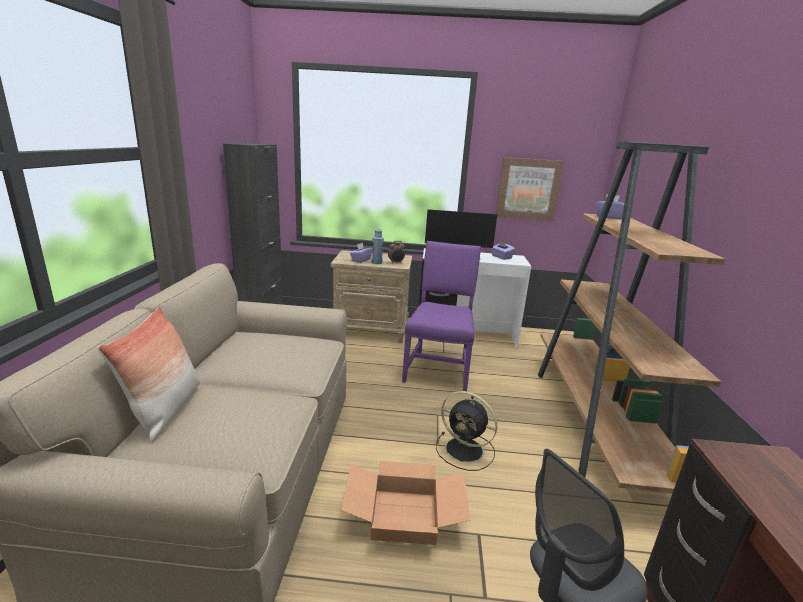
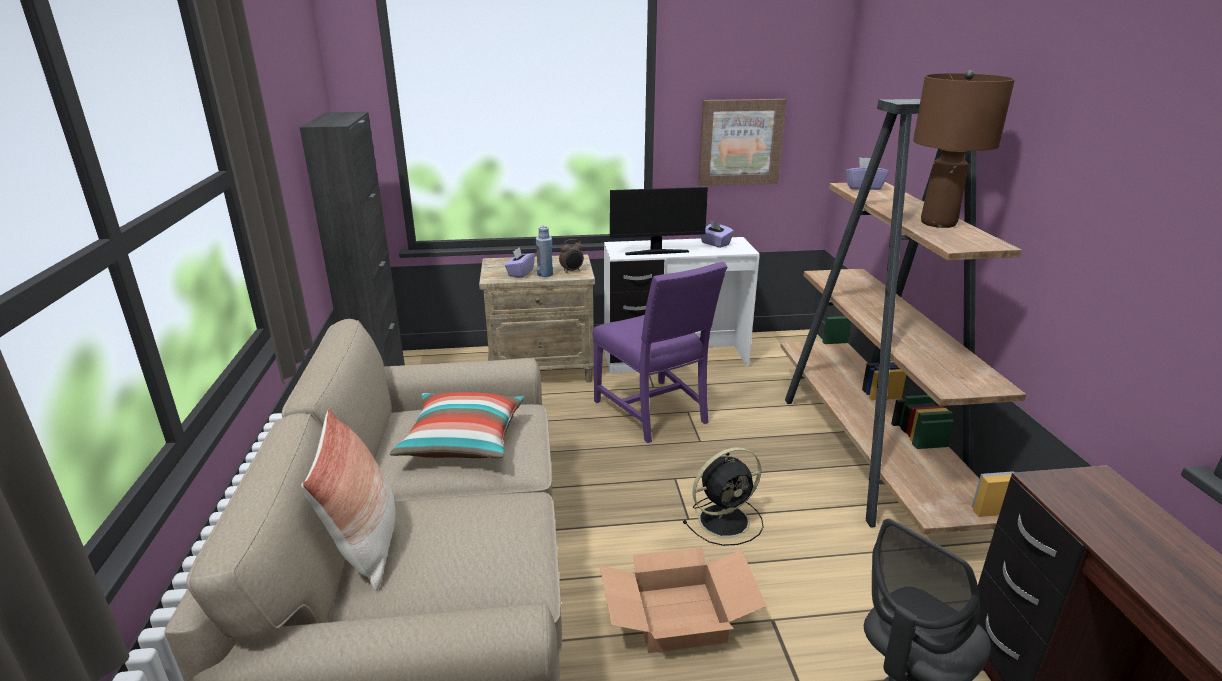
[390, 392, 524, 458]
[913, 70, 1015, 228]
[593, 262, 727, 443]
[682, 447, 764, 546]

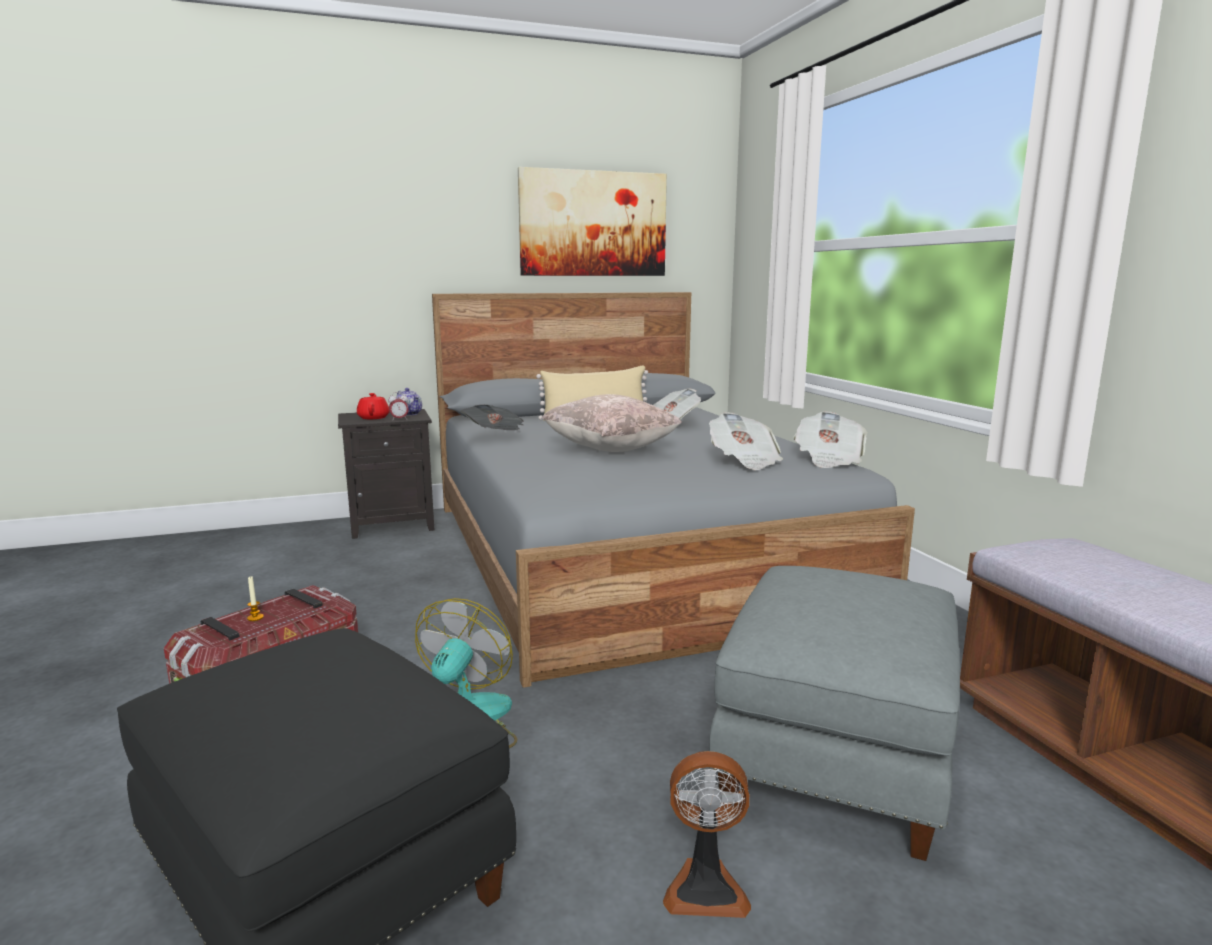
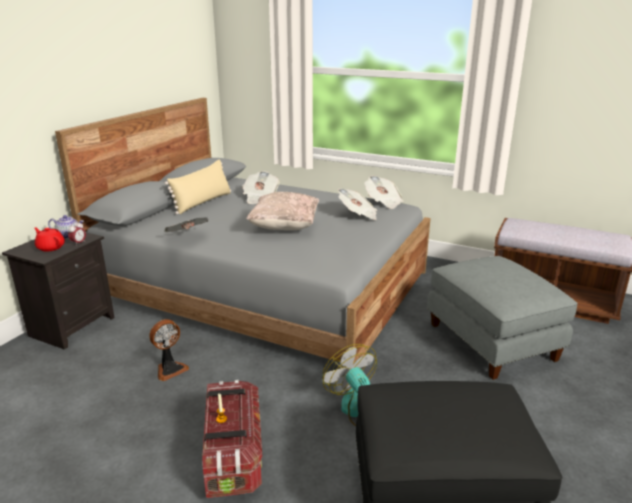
[518, 167, 667, 276] (first image)
[149, 319, 189, 381]

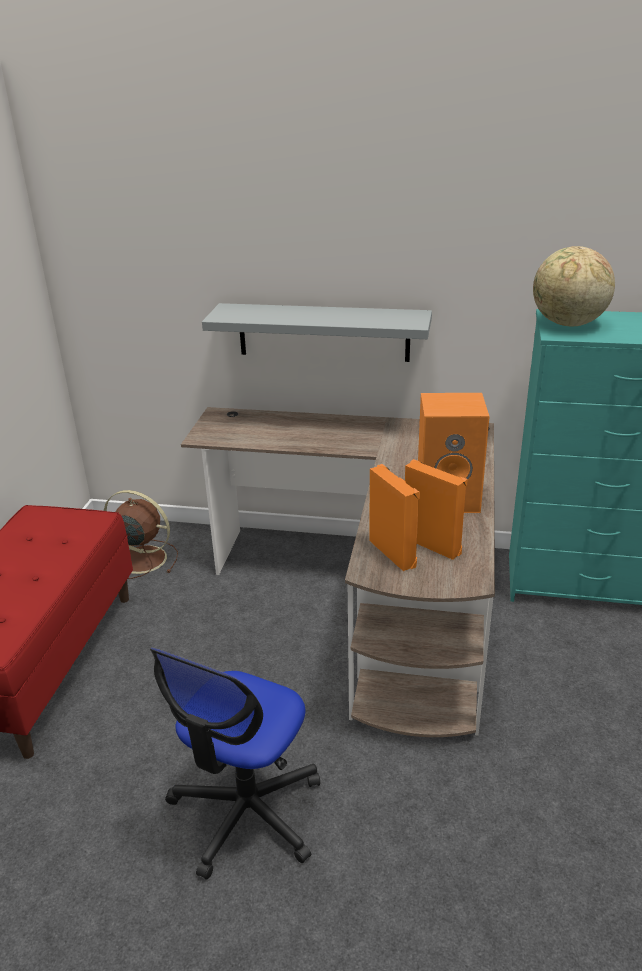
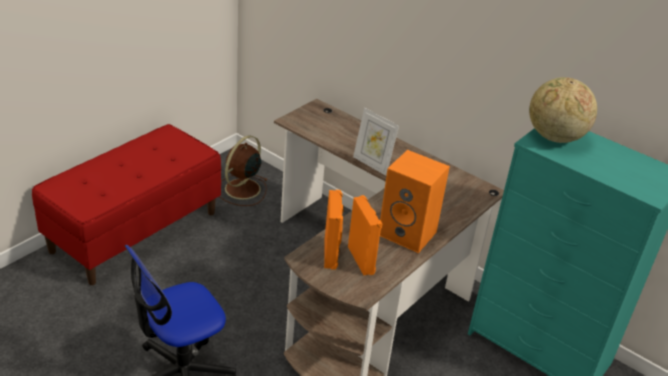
[202, 303, 432, 362] (first image)
[353, 108, 399, 176]
[219, 135, 267, 206]

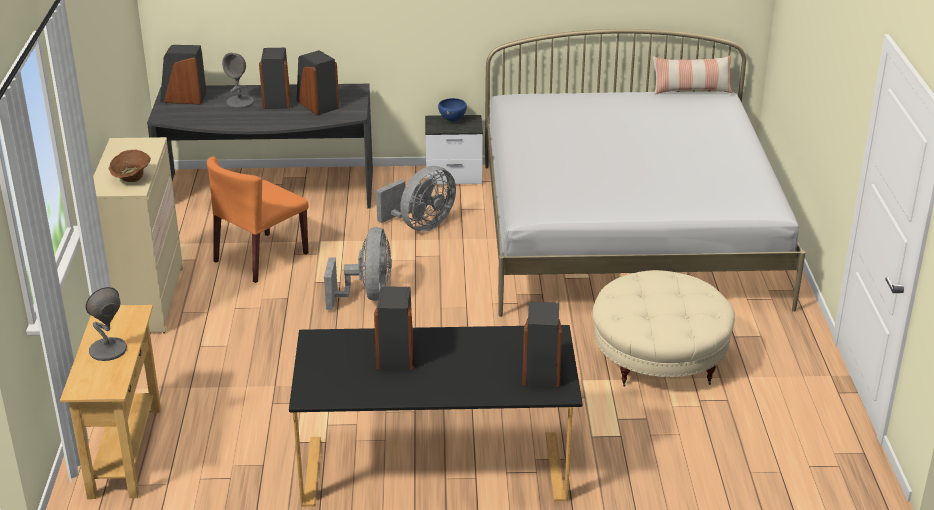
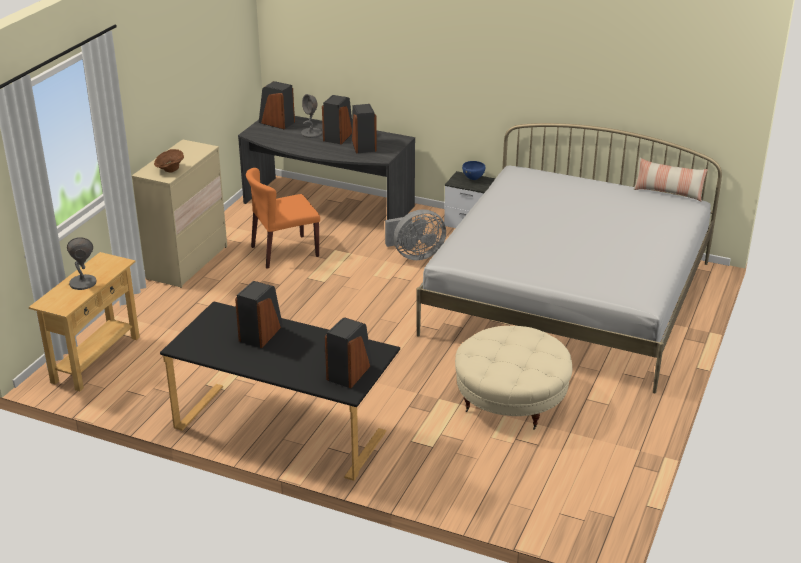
[324, 227, 392, 310] (first image)

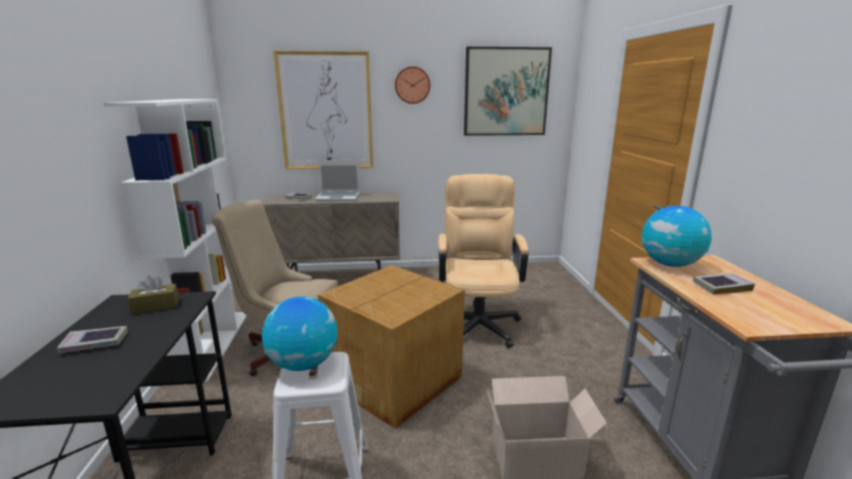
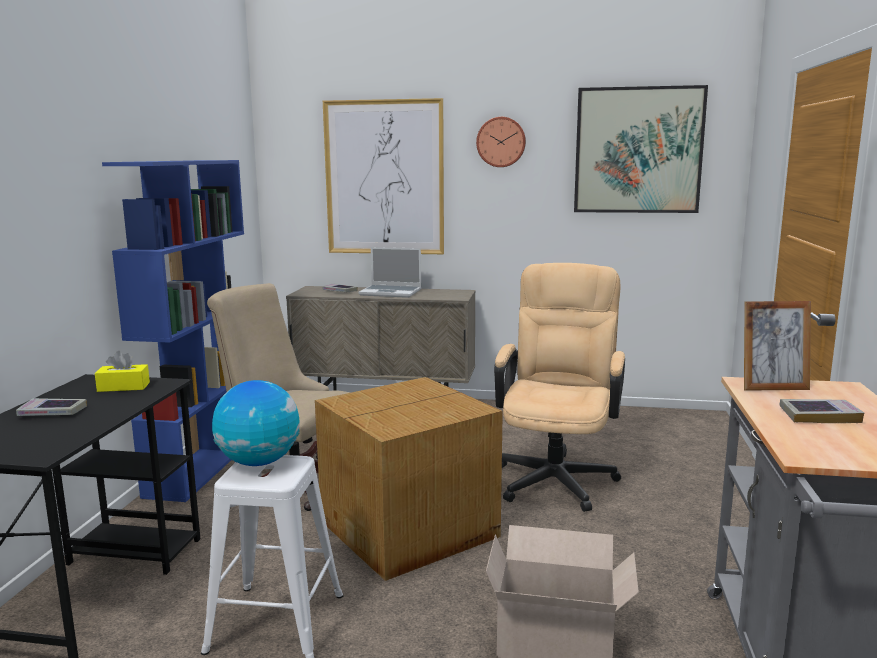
[744, 301, 811, 391]
[102, 160, 244, 502]
[95, 351, 150, 392]

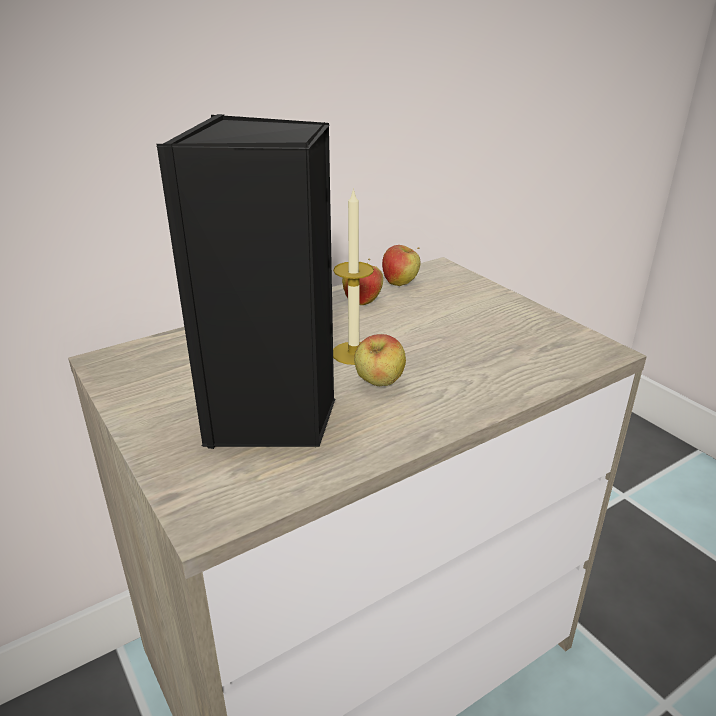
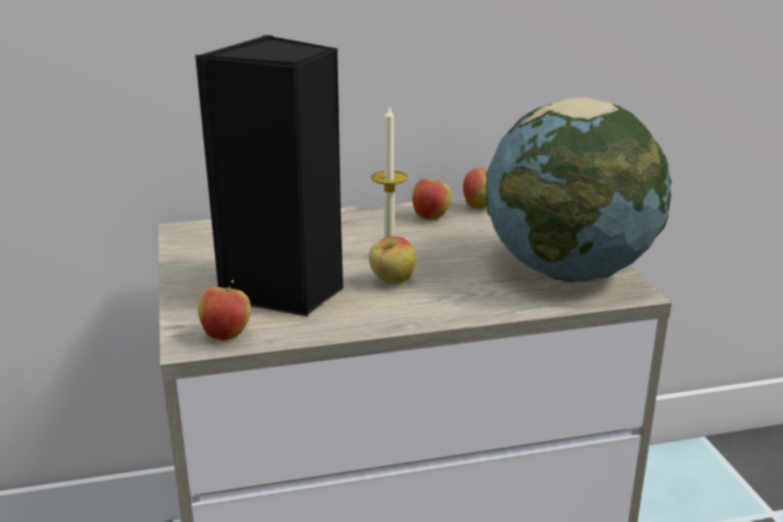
[198, 280, 251, 341]
[486, 97, 672, 282]

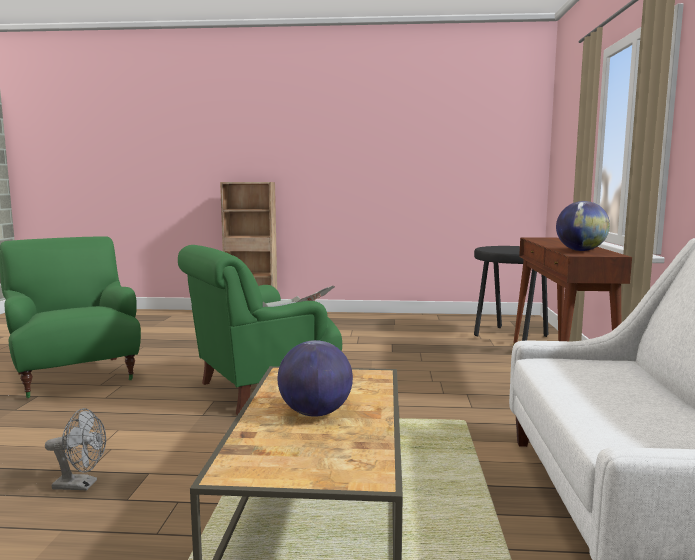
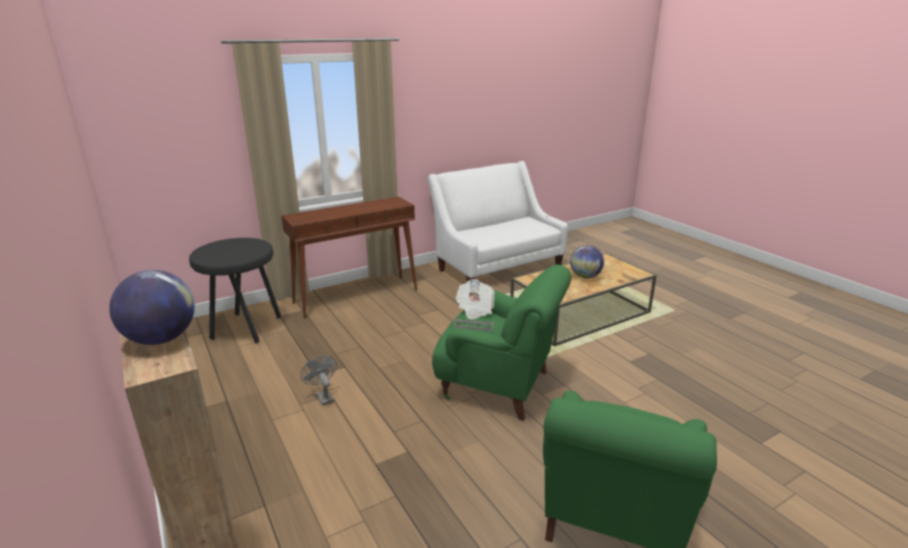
[301, 355, 337, 406]
[109, 270, 195, 345]

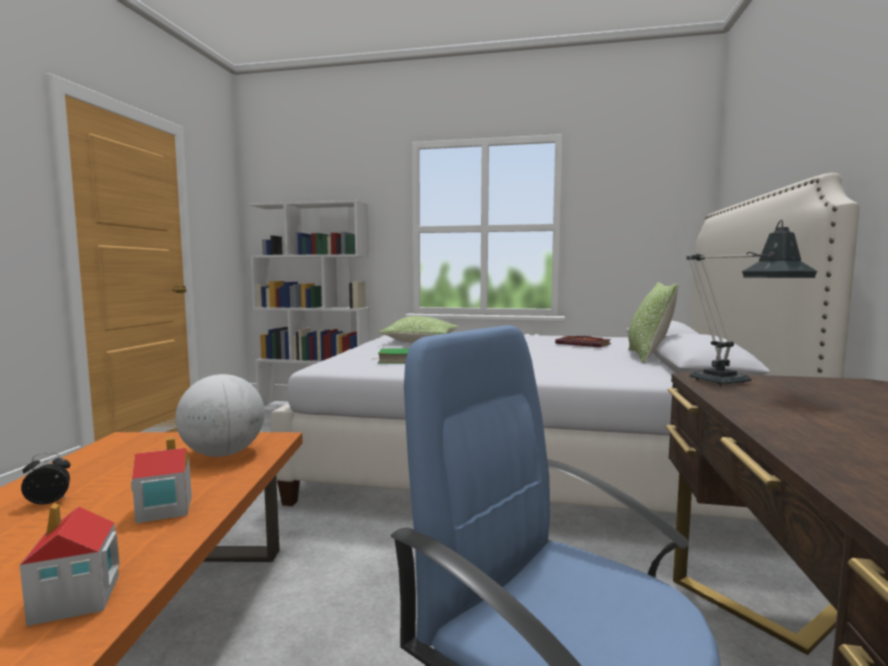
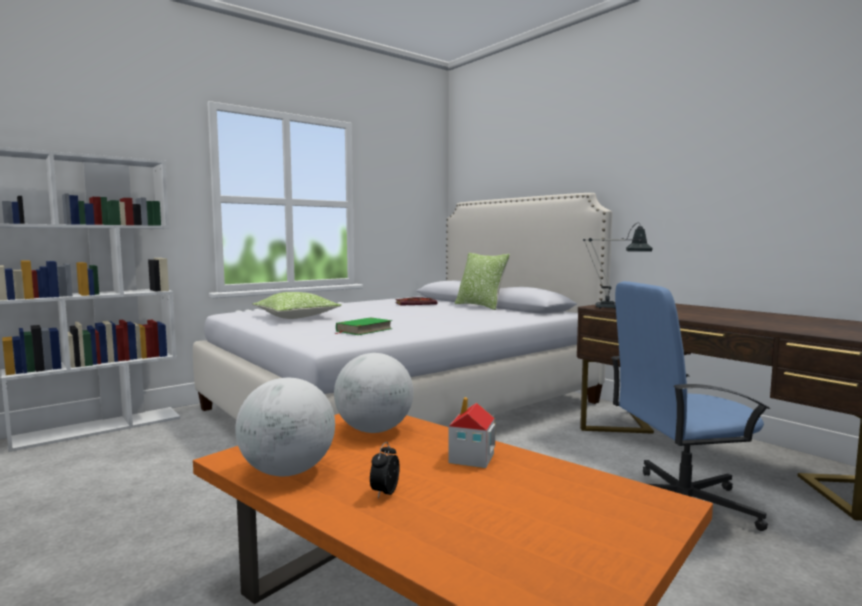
[20, 503, 120, 626] (first image)
[235, 378, 335, 476]

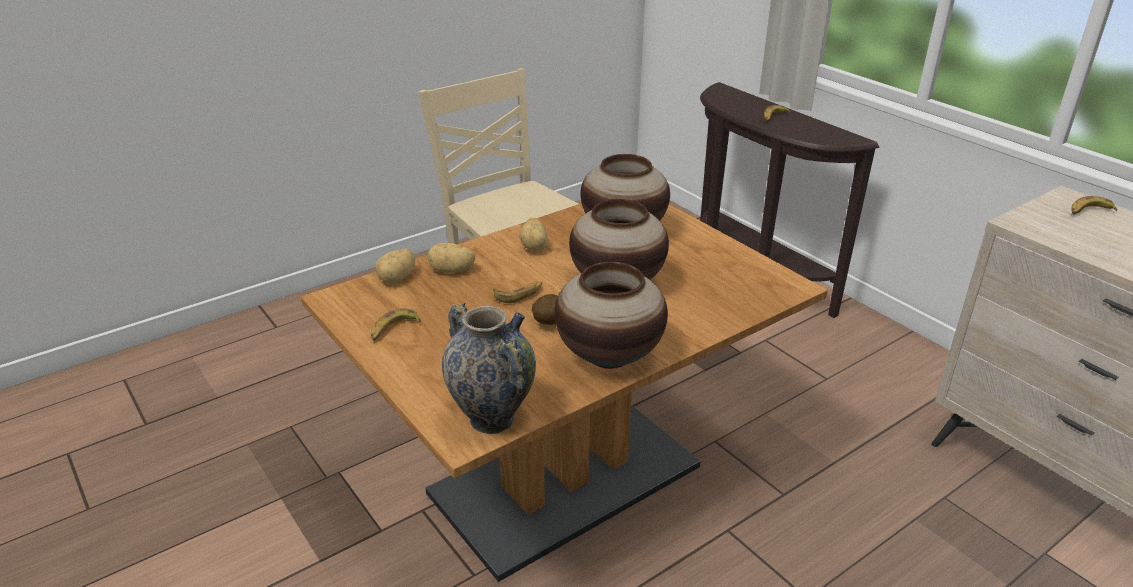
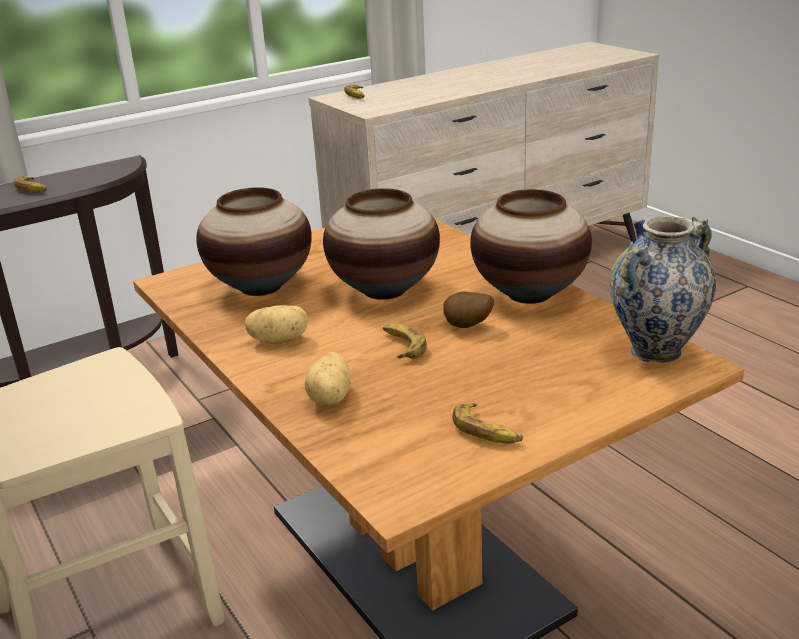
[375, 249, 415, 284] (first image)

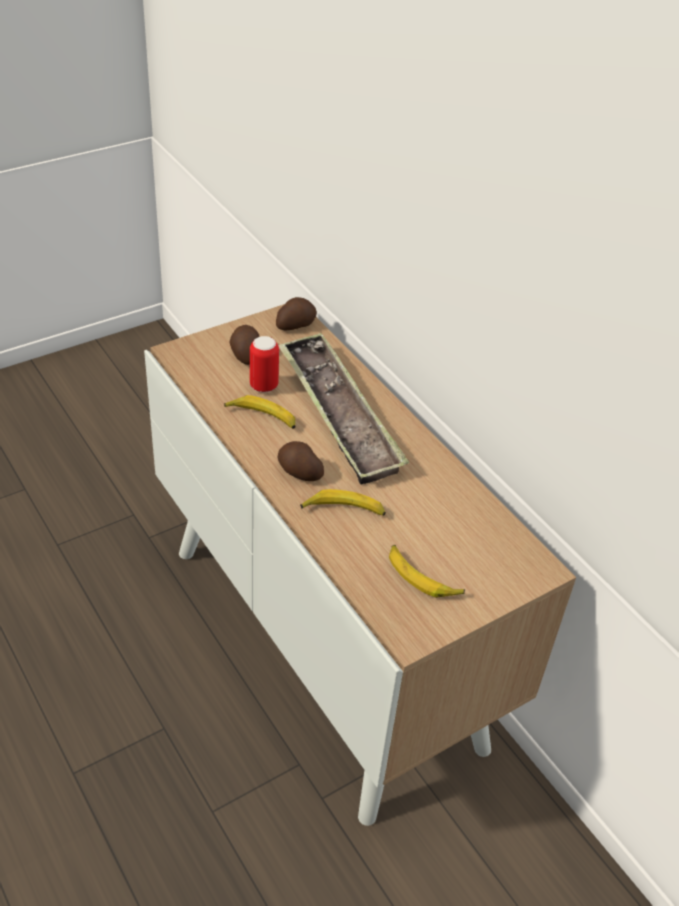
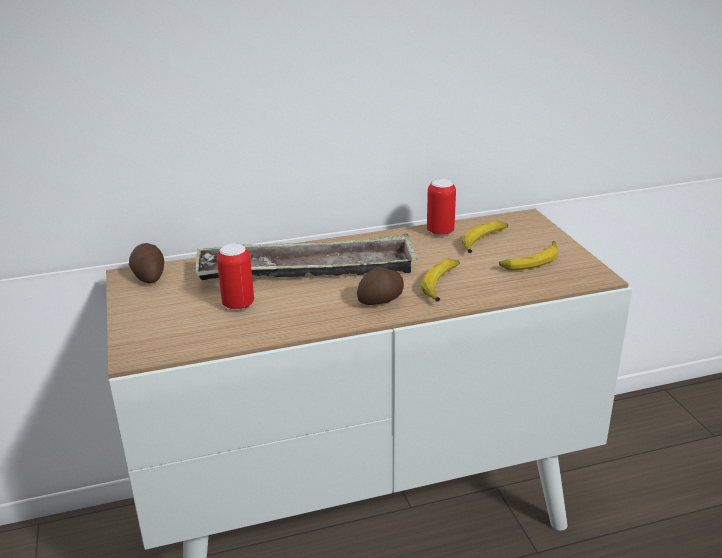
[230, 325, 260, 365] (first image)
[427, 179, 456, 236]
[461, 221, 508, 253]

